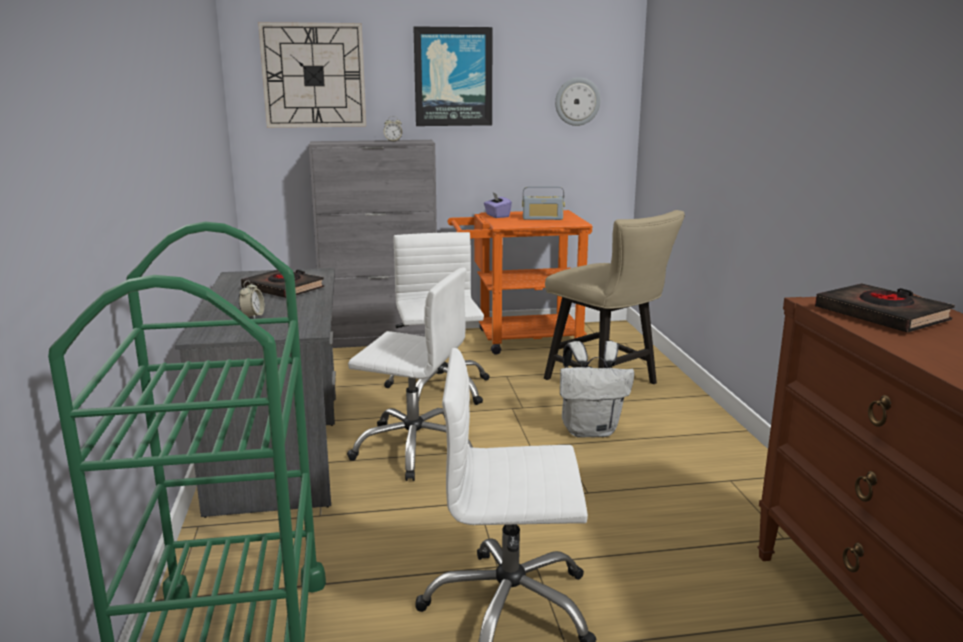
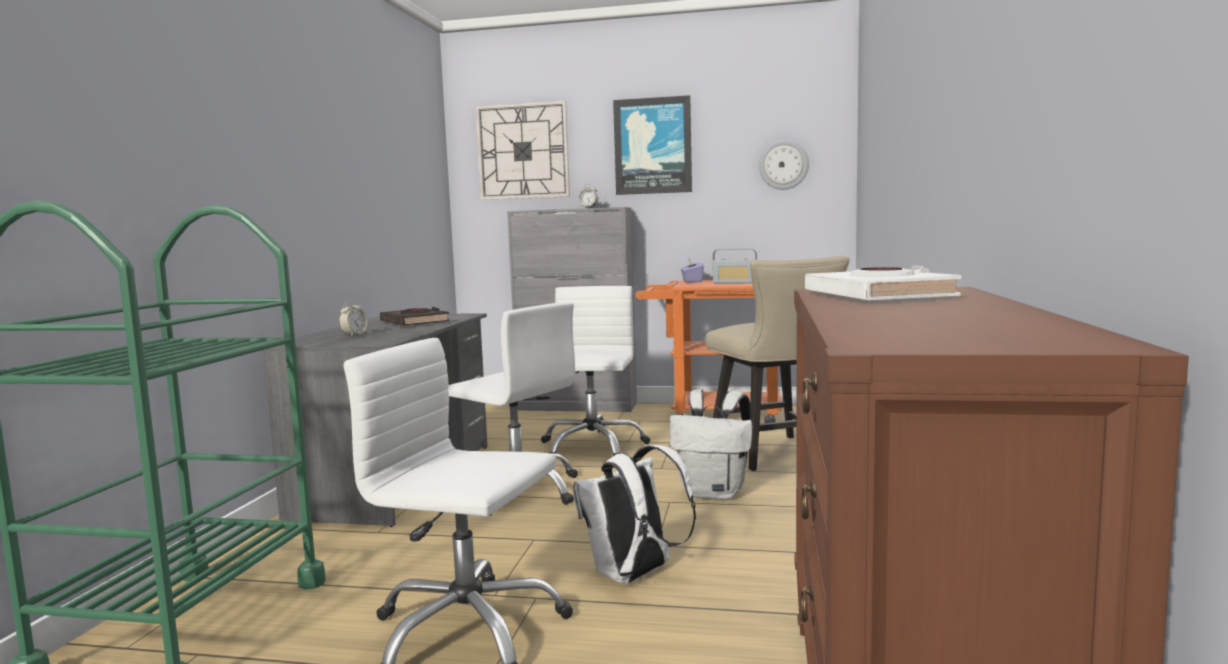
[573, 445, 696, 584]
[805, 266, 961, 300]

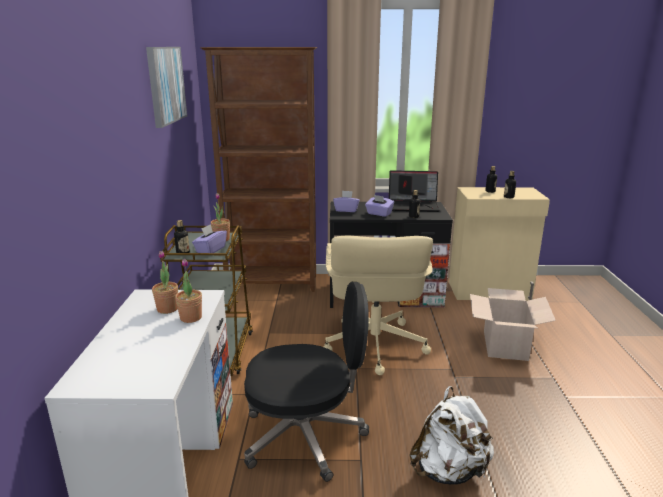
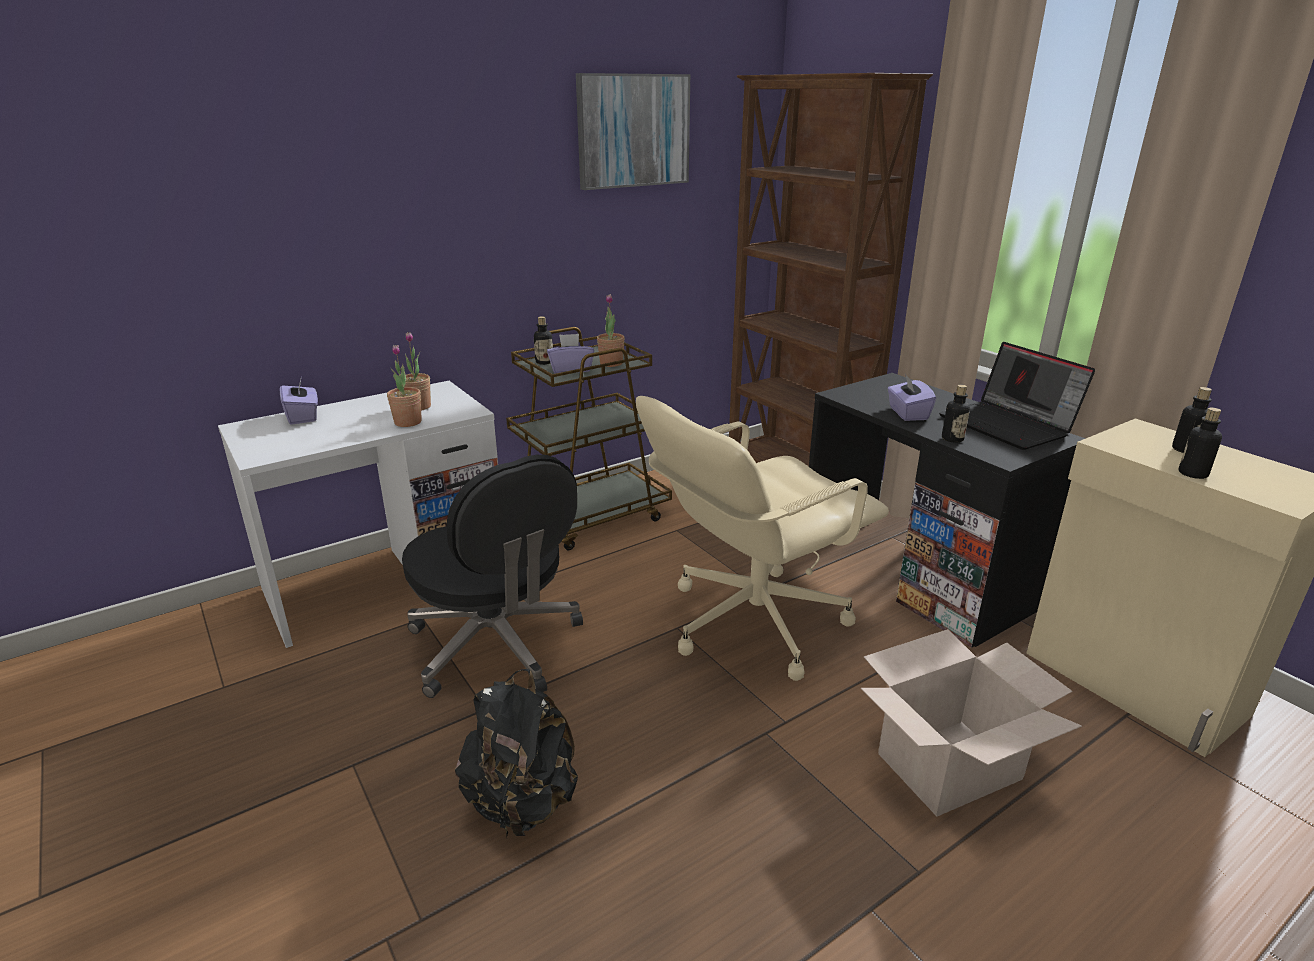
[280, 379, 318, 425]
[455, 669, 578, 836]

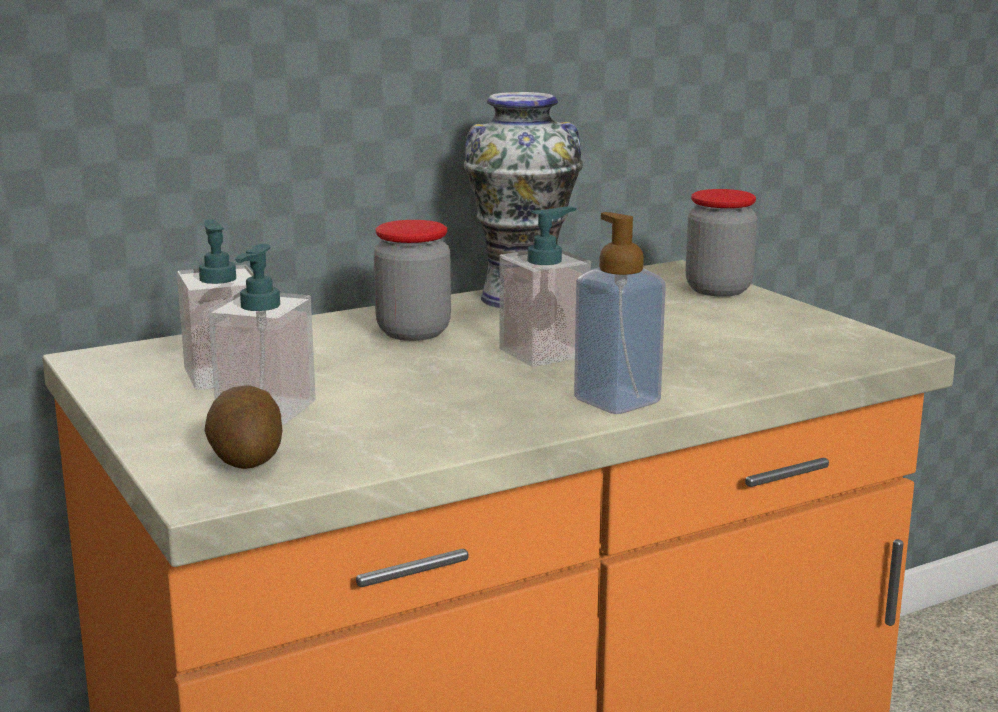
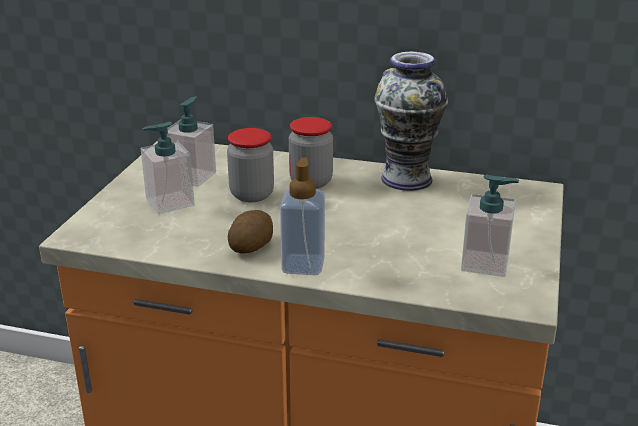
[228, 210, 273, 253]
[461, 174, 519, 277]
[227, 128, 274, 202]

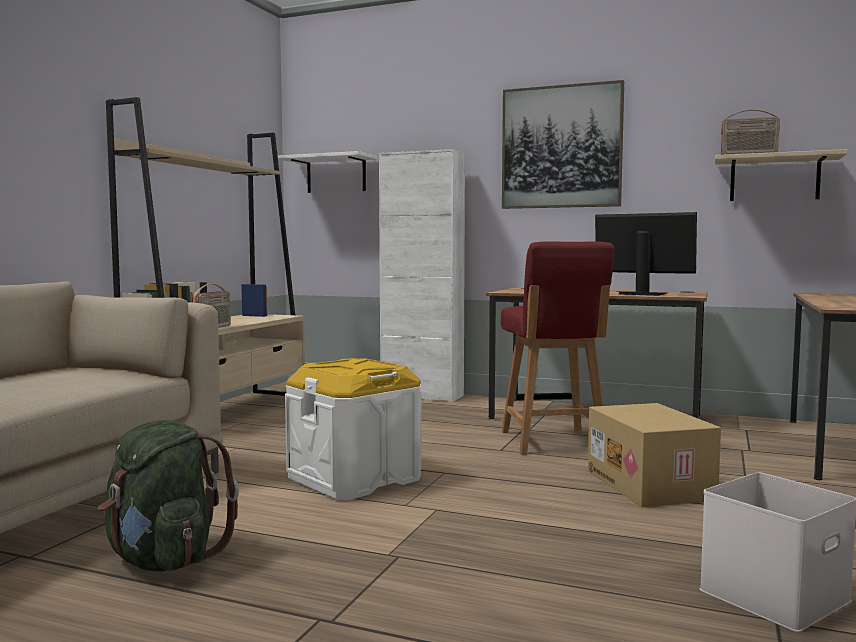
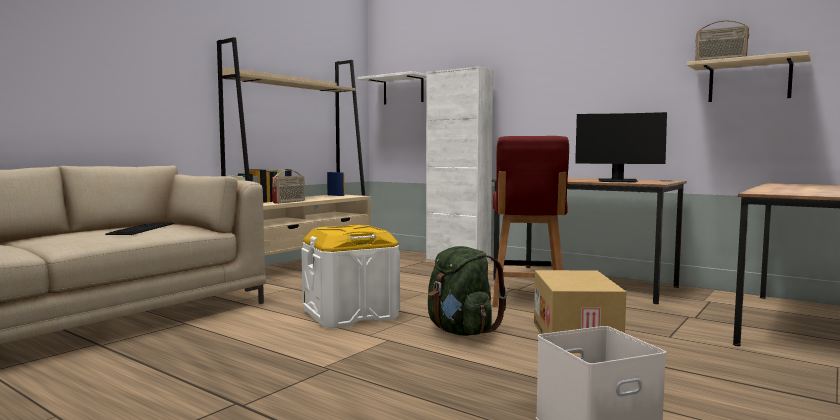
[502, 80, 624, 209] (first image)
[105, 222, 174, 235]
[428, 246, 507, 336]
[575, 112, 667, 182]

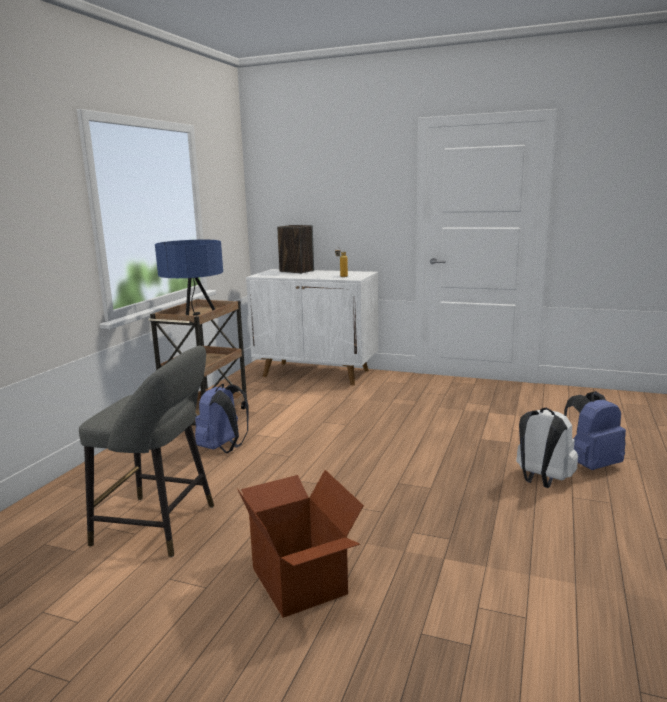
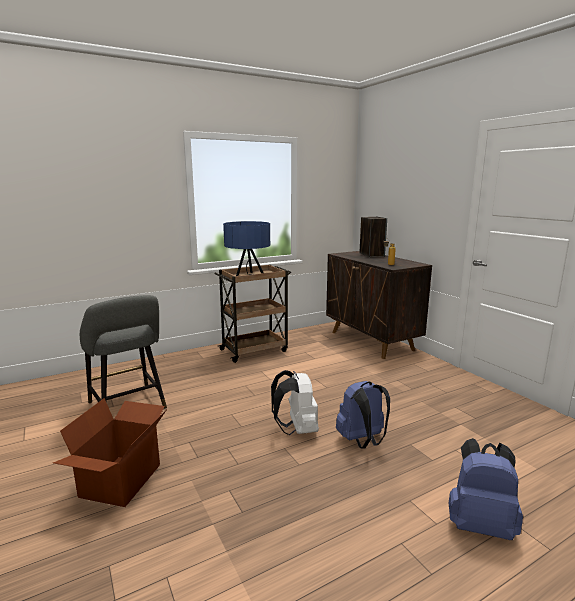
[336, 381, 390, 448]
[271, 370, 319, 435]
[326, 251, 432, 359]

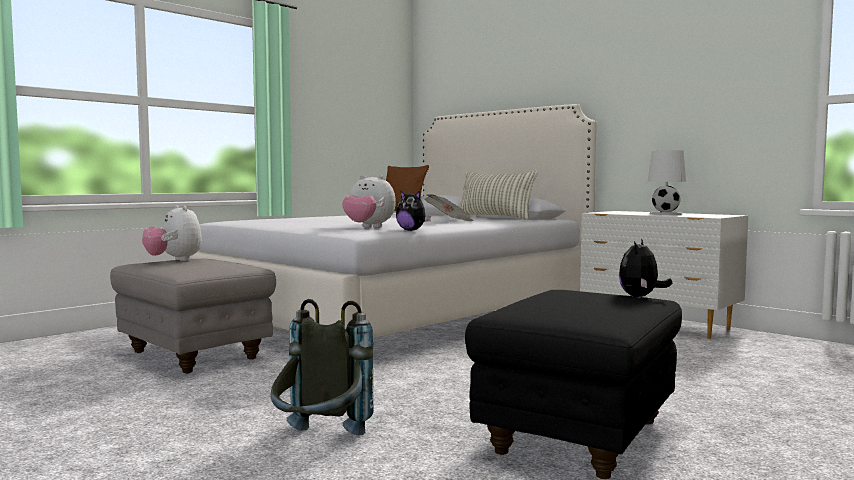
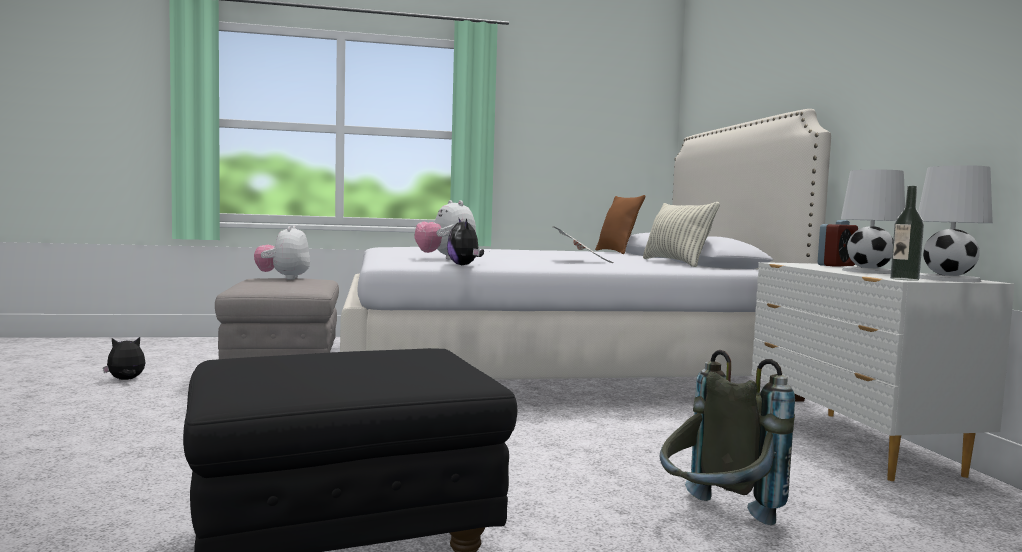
[818, 220, 858, 267]
[890, 186, 924, 281]
[918, 165, 993, 282]
[660, 350, 795, 525]
[103, 337, 146, 380]

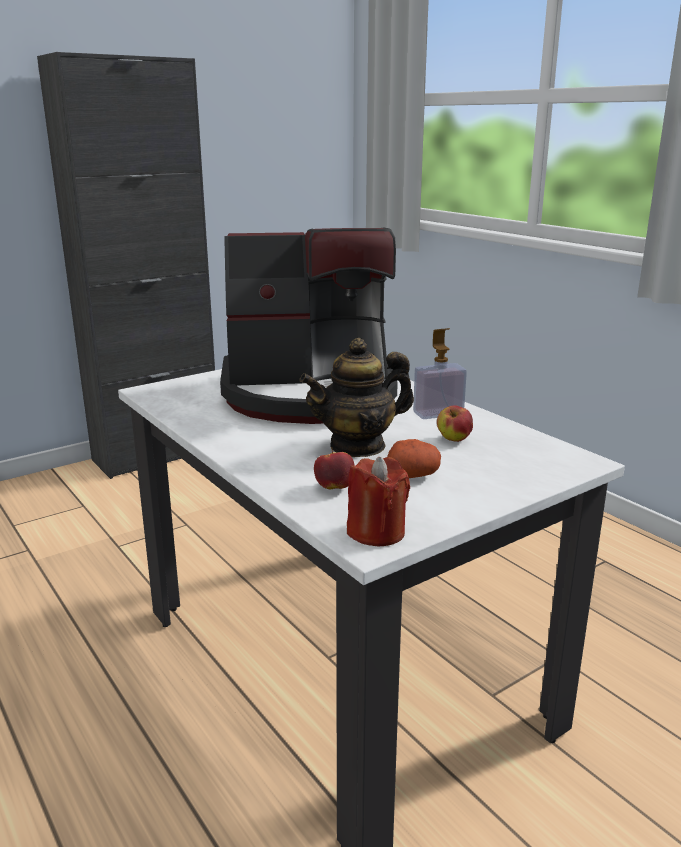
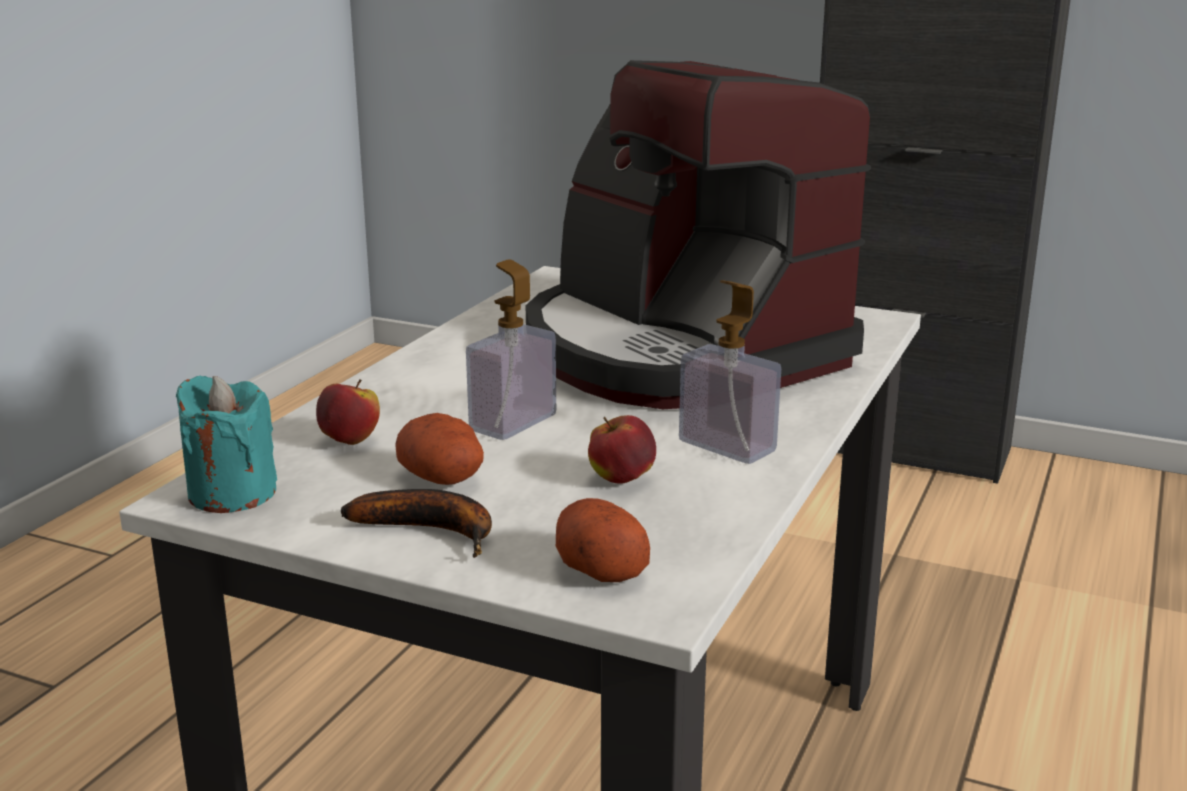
[340, 489, 492, 558]
[556, 498, 650, 582]
[466, 259, 556, 440]
[176, 376, 277, 513]

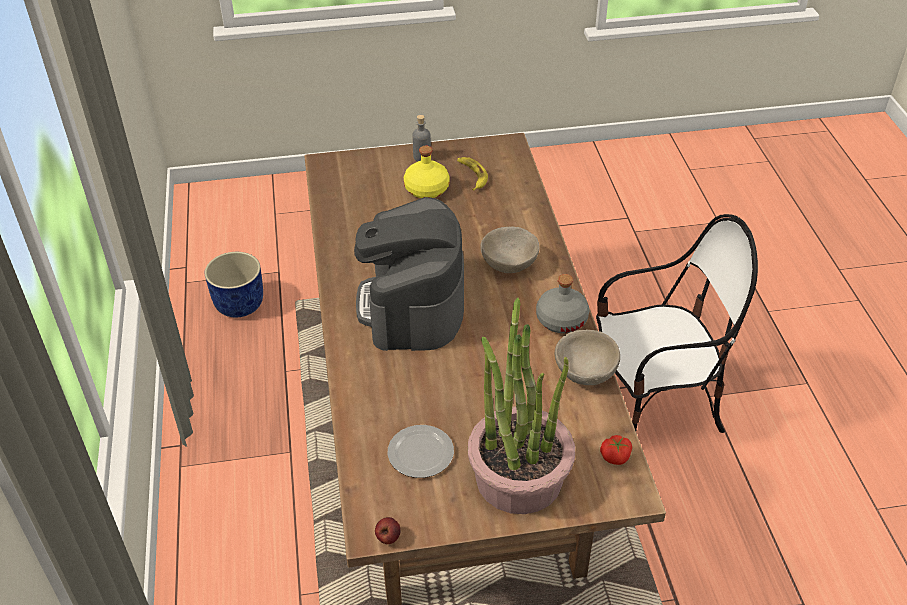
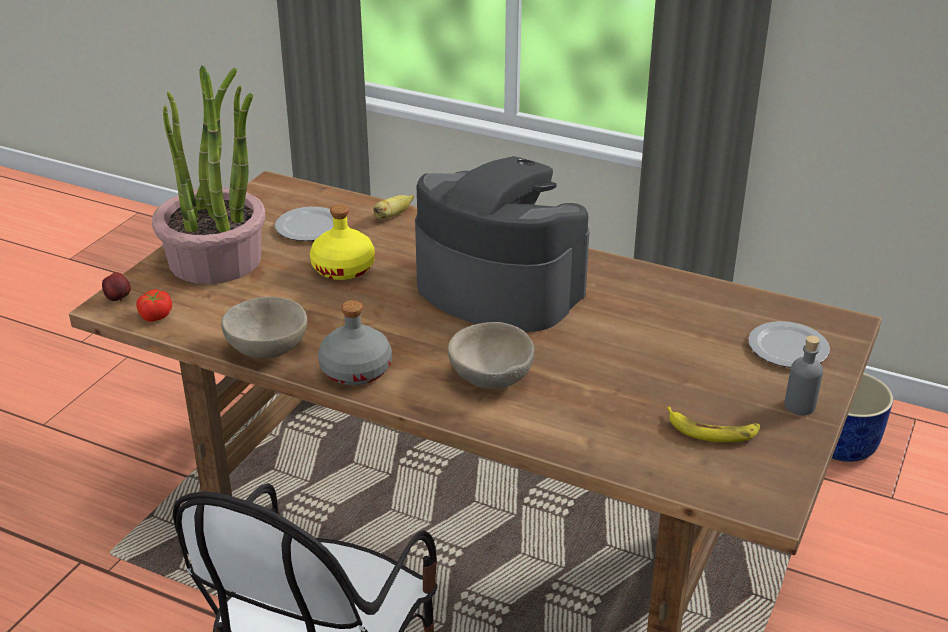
[373, 195, 414, 219]
[748, 321, 830, 368]
[102, 272, 131, 301]
[310, 204, 375, 280]

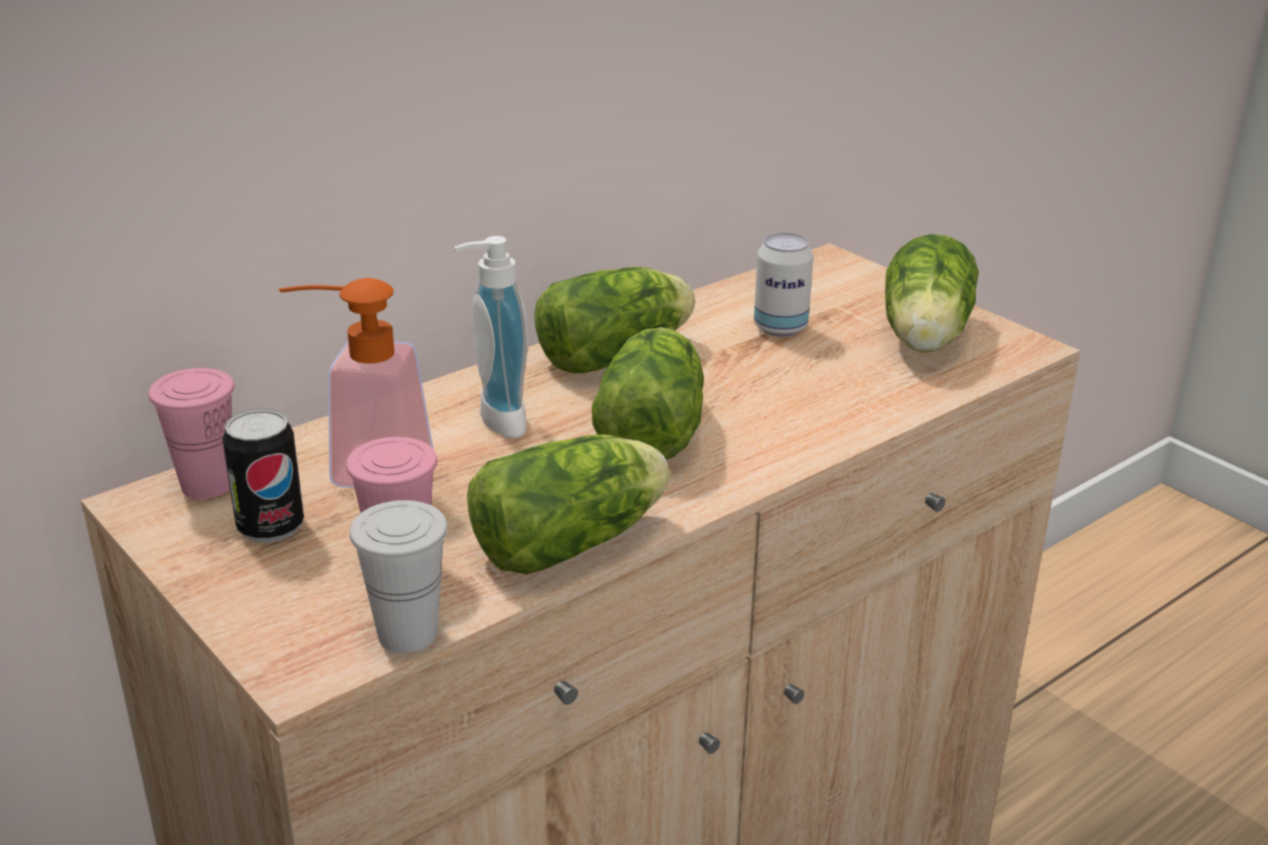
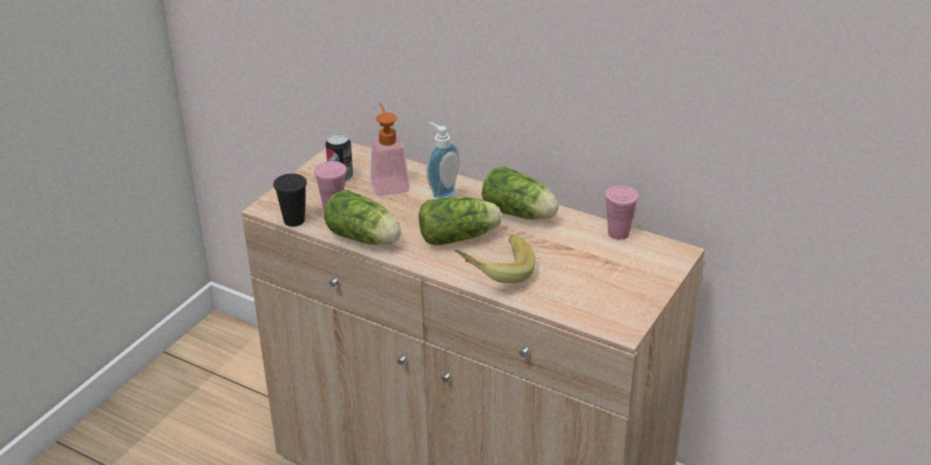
[754, 233, 813, 337] (first image)
[885, 234, 979, 353] (first image)
[455, 235, 536, 284]
[605, 185, 639, 240]
[273, 174, 307, 227]

